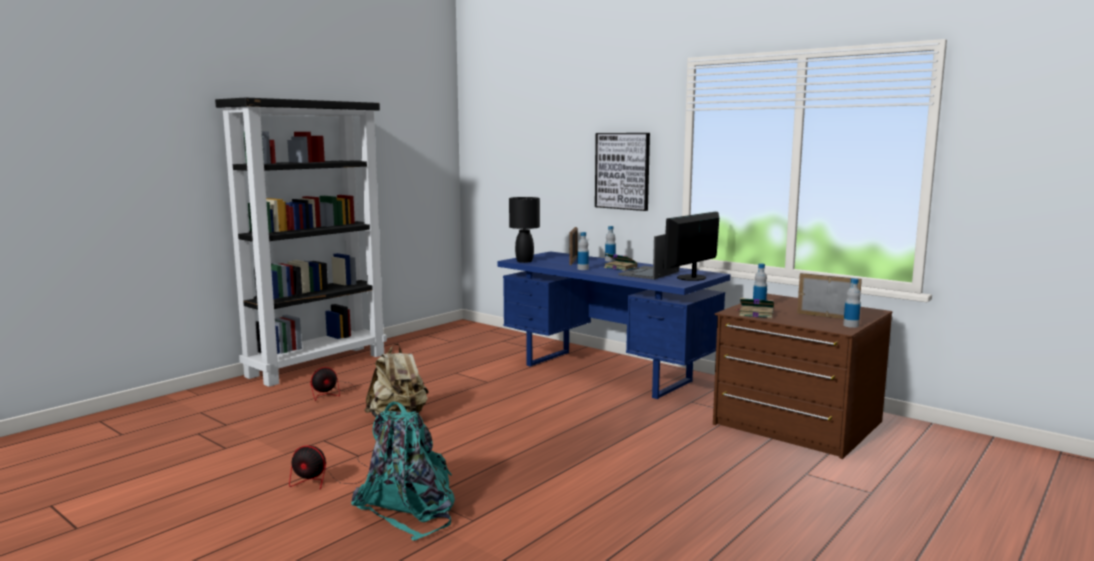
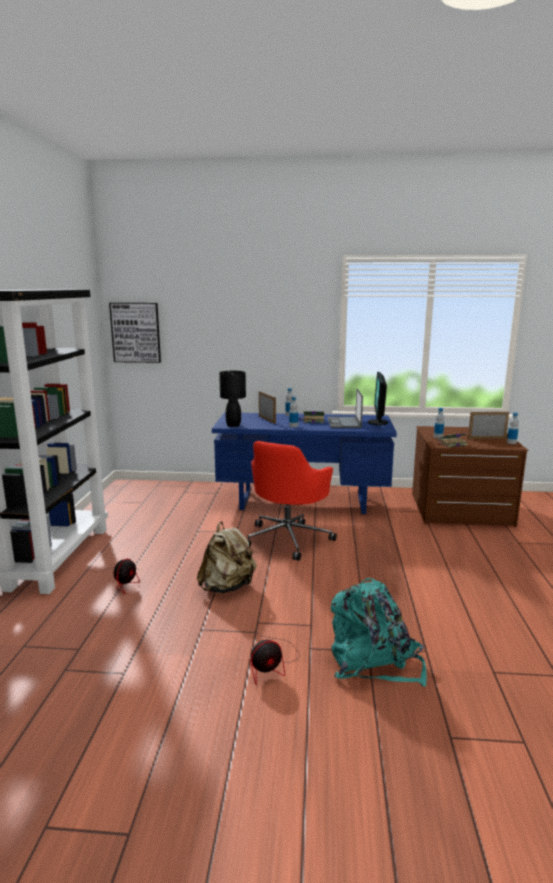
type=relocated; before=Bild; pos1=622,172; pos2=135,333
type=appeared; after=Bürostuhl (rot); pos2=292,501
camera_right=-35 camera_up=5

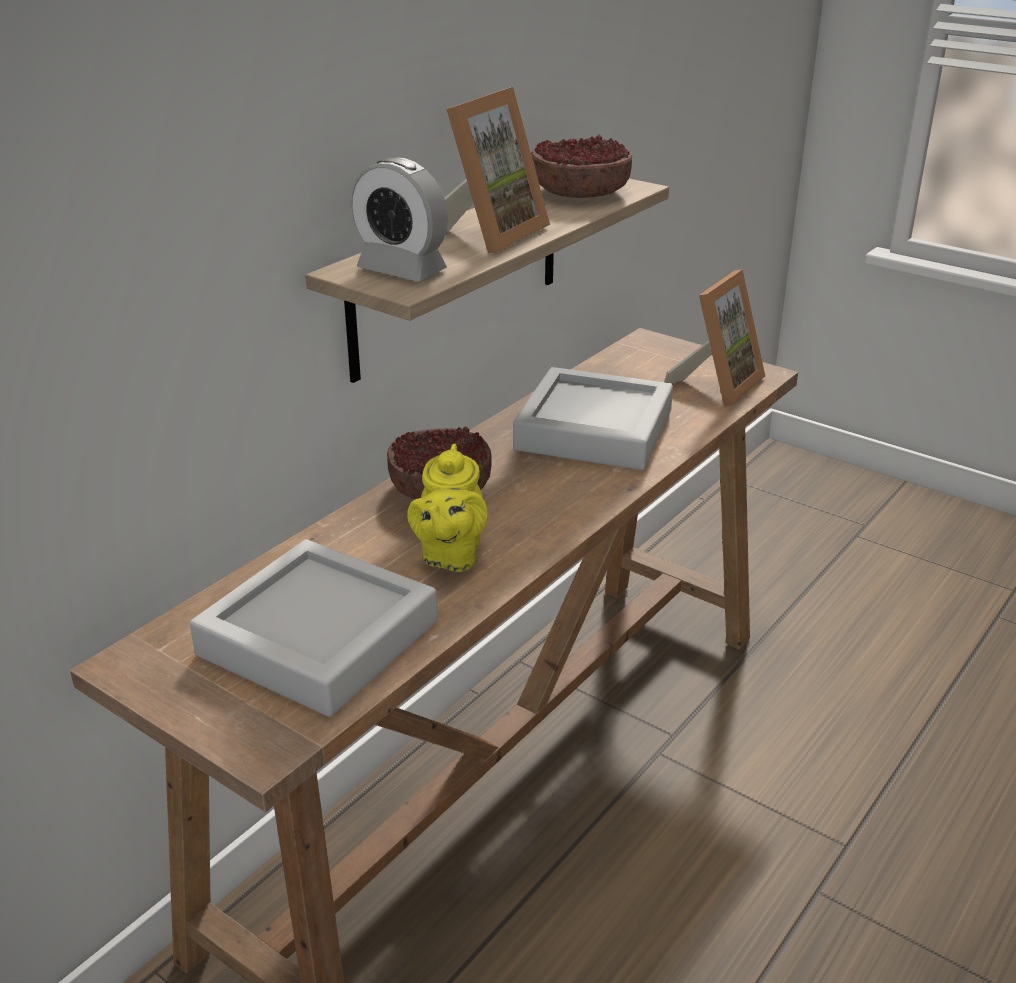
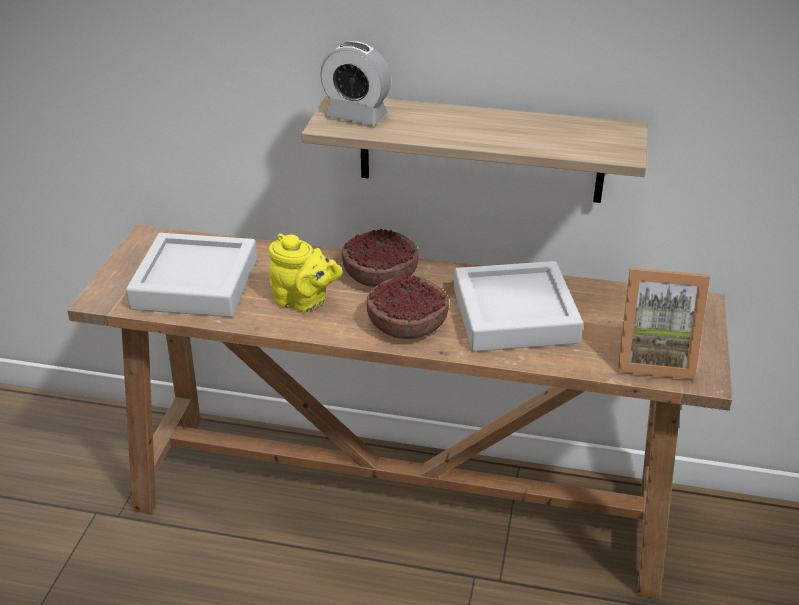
type=spun; before=Teekanne (gelb); pos1=448,508; pos2=306,272; turn=-135
type=spun; before=Wecker; pos1=400,219; pos2=355,83; turn=-75
type=relocated; before=Schüssel; pos1=581,166; pos2=408,307
type=missing; before=Bilderrahmen; pos1=497,170
camera_right=65 camera_up=5

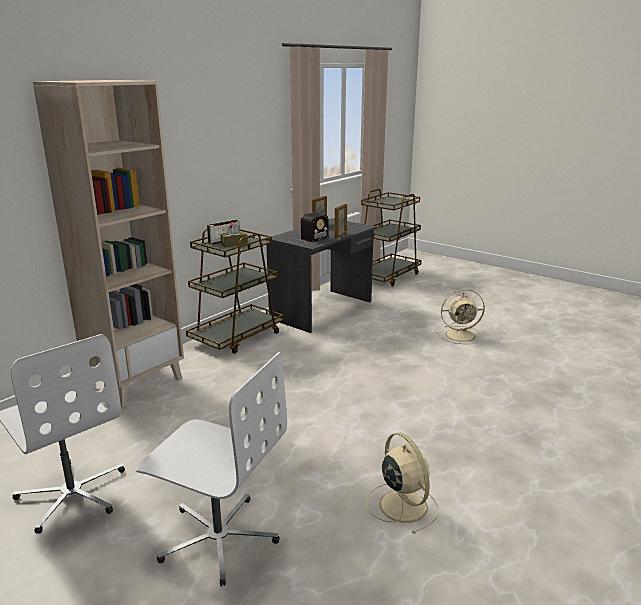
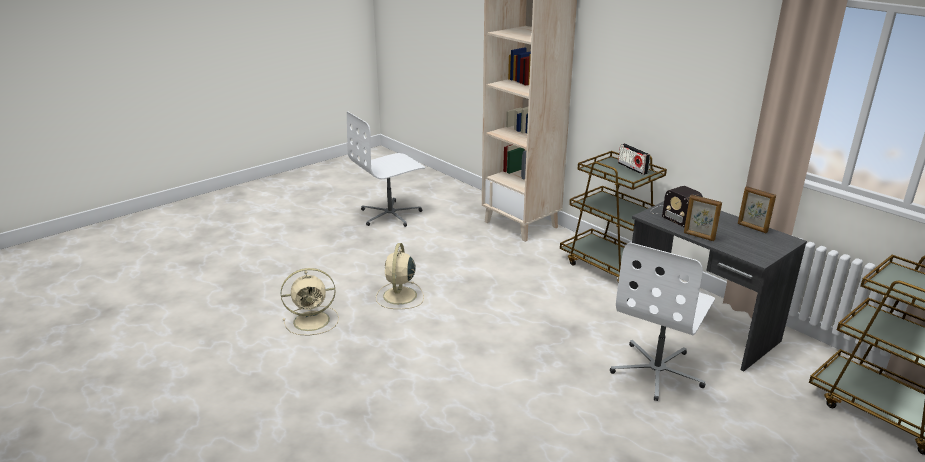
type=relocated; before=Ventilator (beige); pos1=460,316; pos2=400,276
type=relocated; before=Bürostuhl (weiß); pos1=211,469; pos2=662,322
type=missing; before=Taschentuchbox (braun); pos1=234,235
camera_right=100 camera_up=5

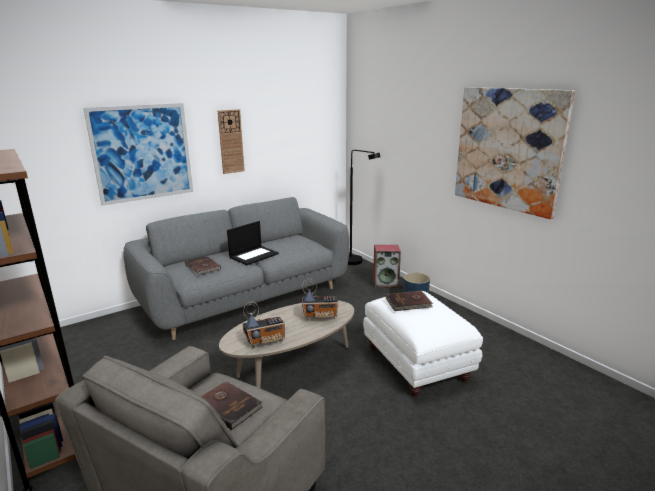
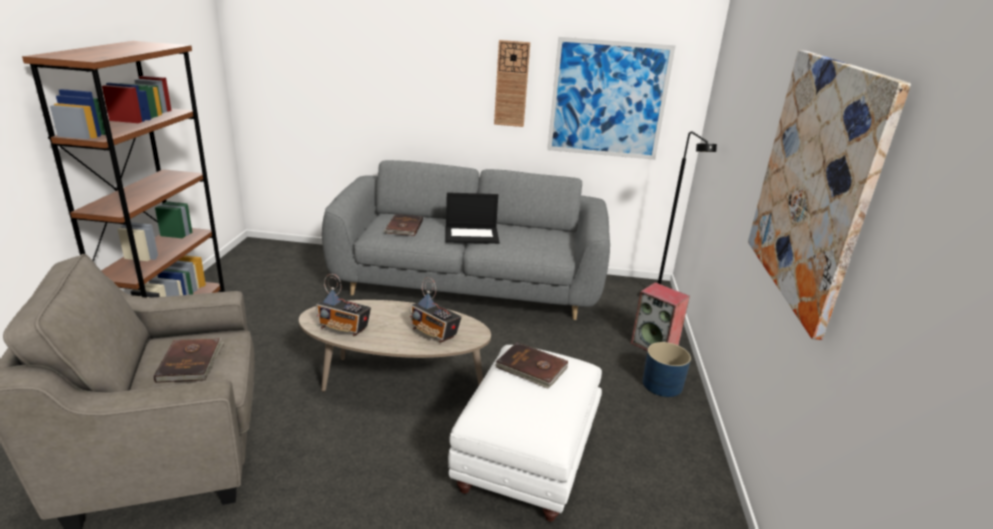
type=relocated; before=Bild; pos1=138,154; pos2=611,98
camera_right=40 camera_up=5

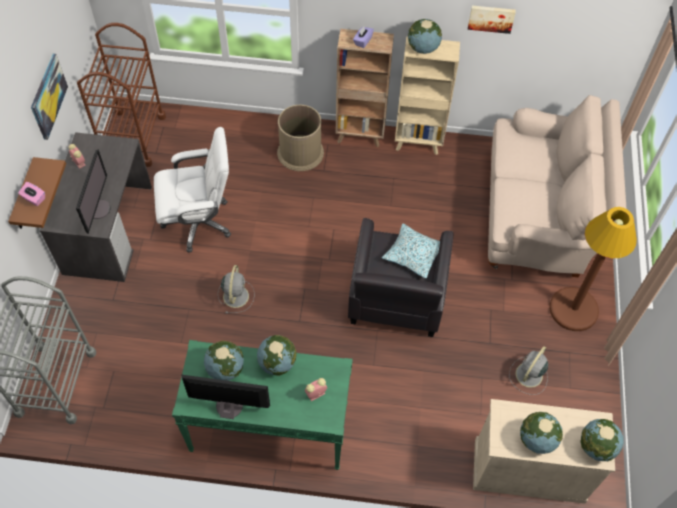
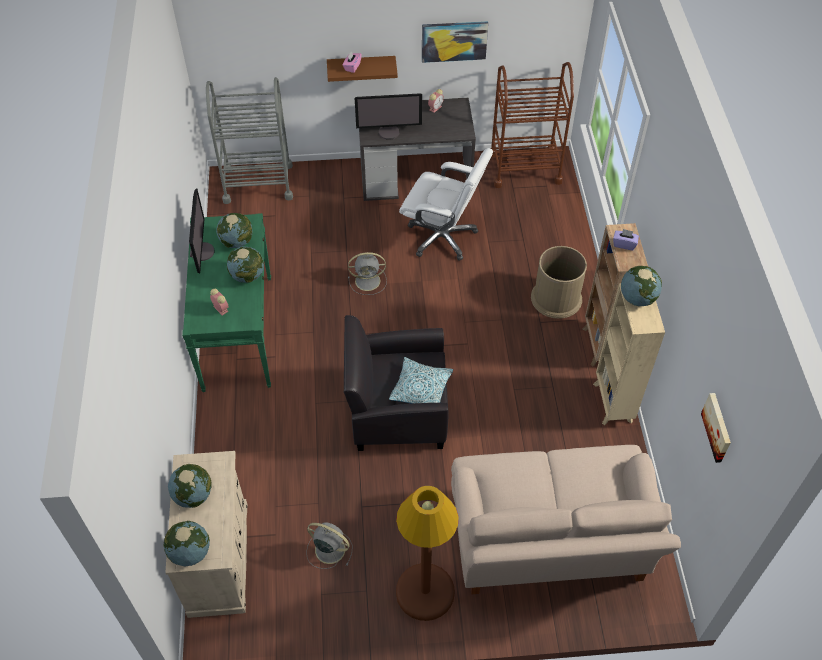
type=spun; before=Bürostuhl (weiß); pos1=192,190; pos2=446,204; turn=-45
type=relocated; before=Bild; pos1=492,20; pos2=716,428
camera_right=80 camera_up=-5

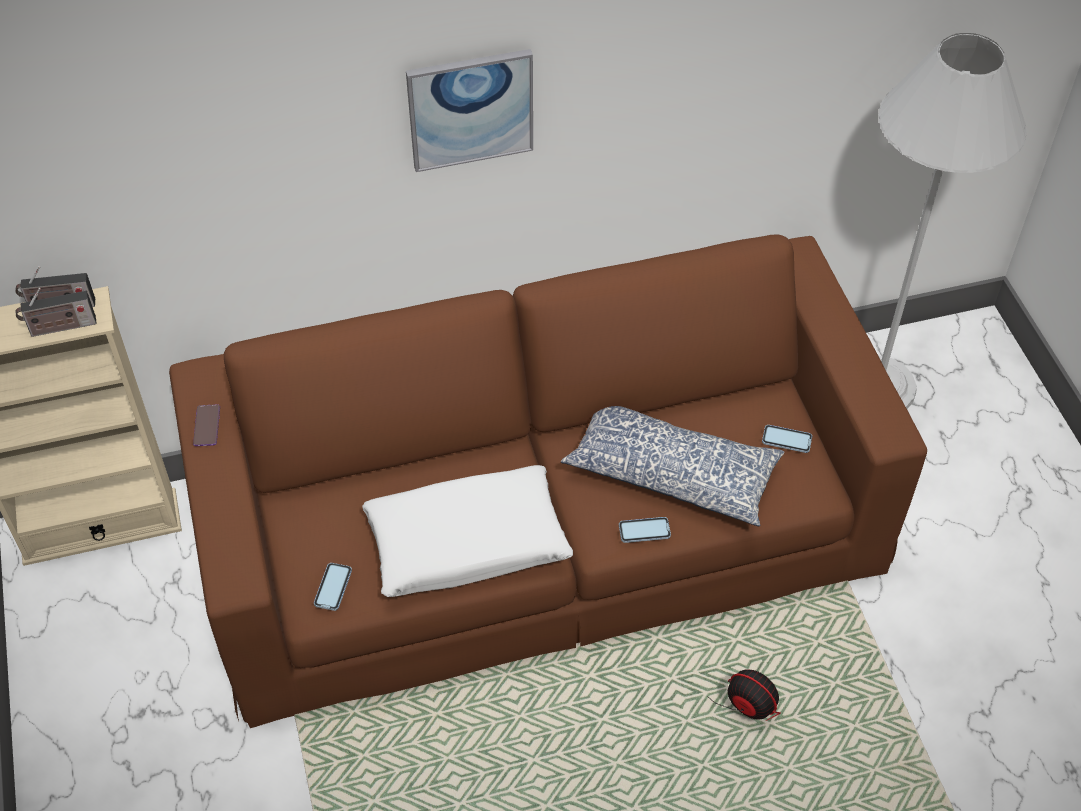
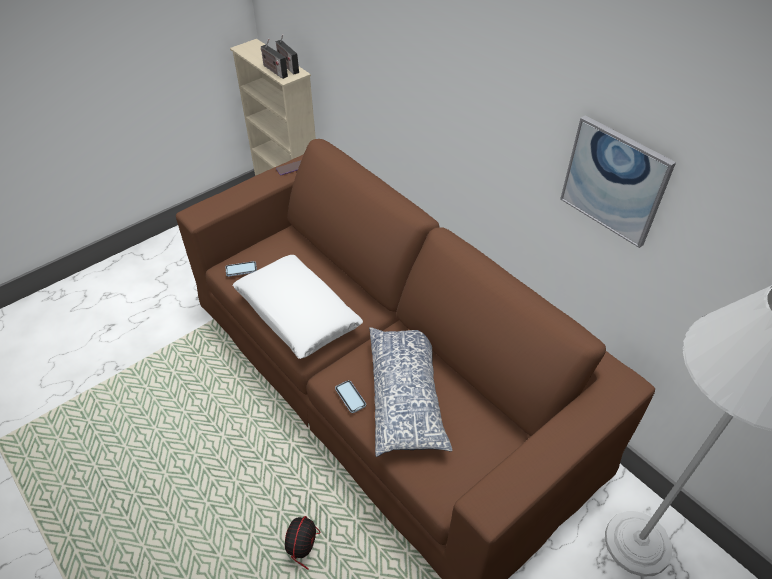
type=relocated; before=Bild; pos1=469,110; pos2=618,181
type=missing; before=Handy; pos1=787,439
camera_right=65 camera_up=-5

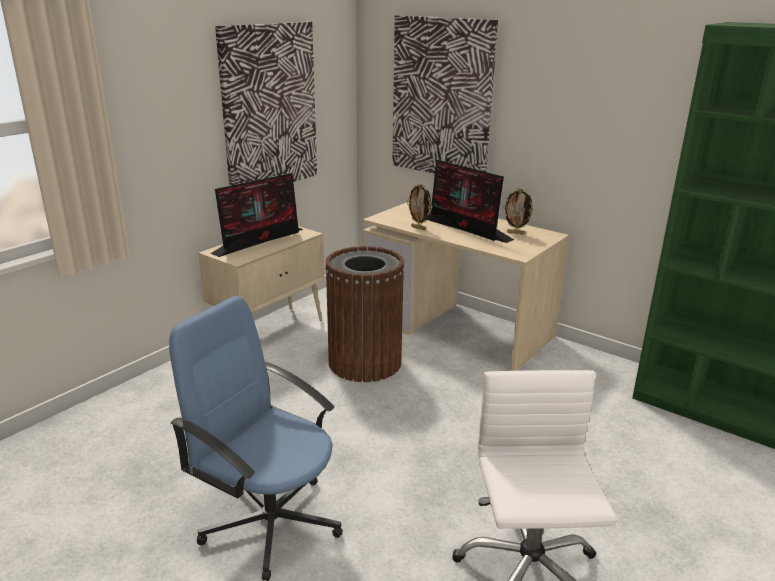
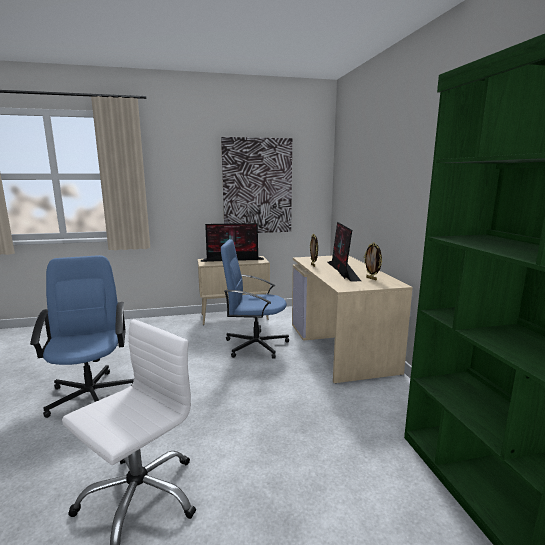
type=exchanged; before=Mülleimer (braun); after=Bürostuhl (blau); pos1=364,314; pos2=255,299
type=missing; before=Bild; pos1=445,94
camera_right=40 camera_up=-10

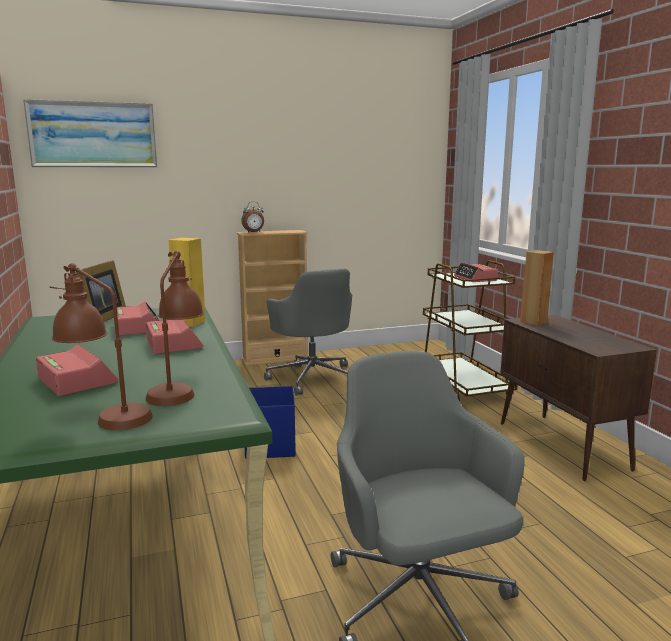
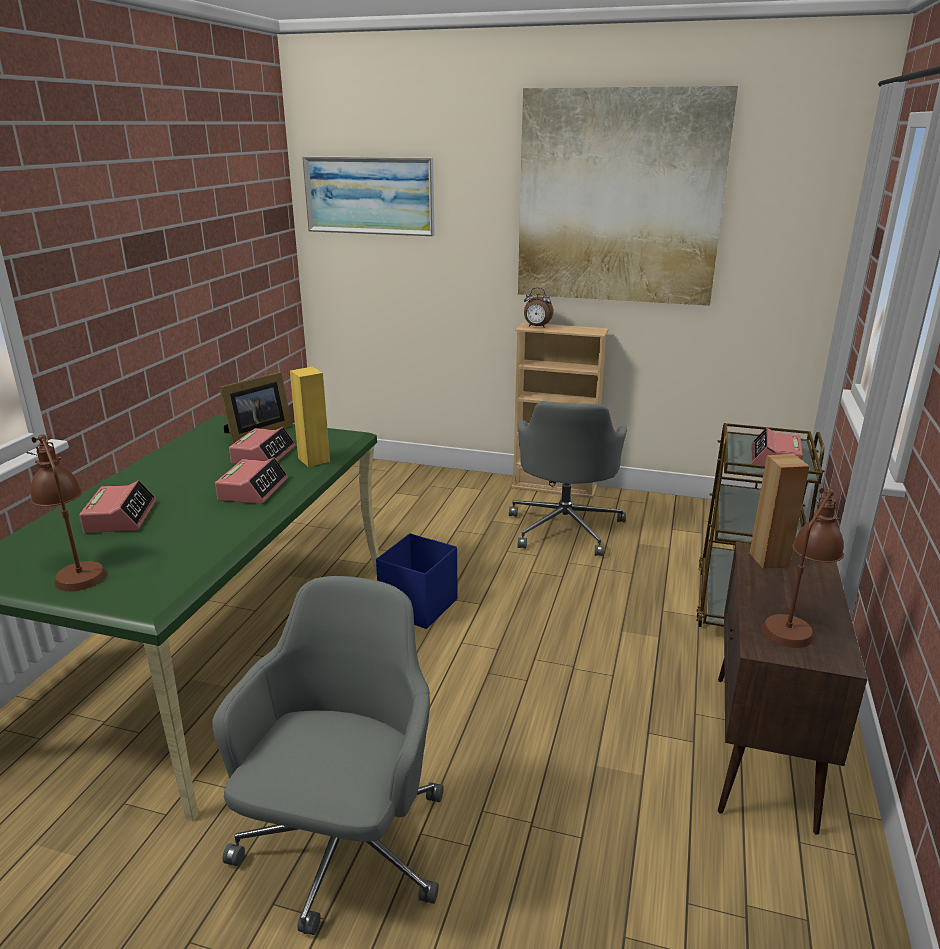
type=appeared; after=Bild; pos2=628,196
type=relocated; before=Tischlampe (braun); pos1=174,328; pos2=803,568
camera_right=35 camera_up=10

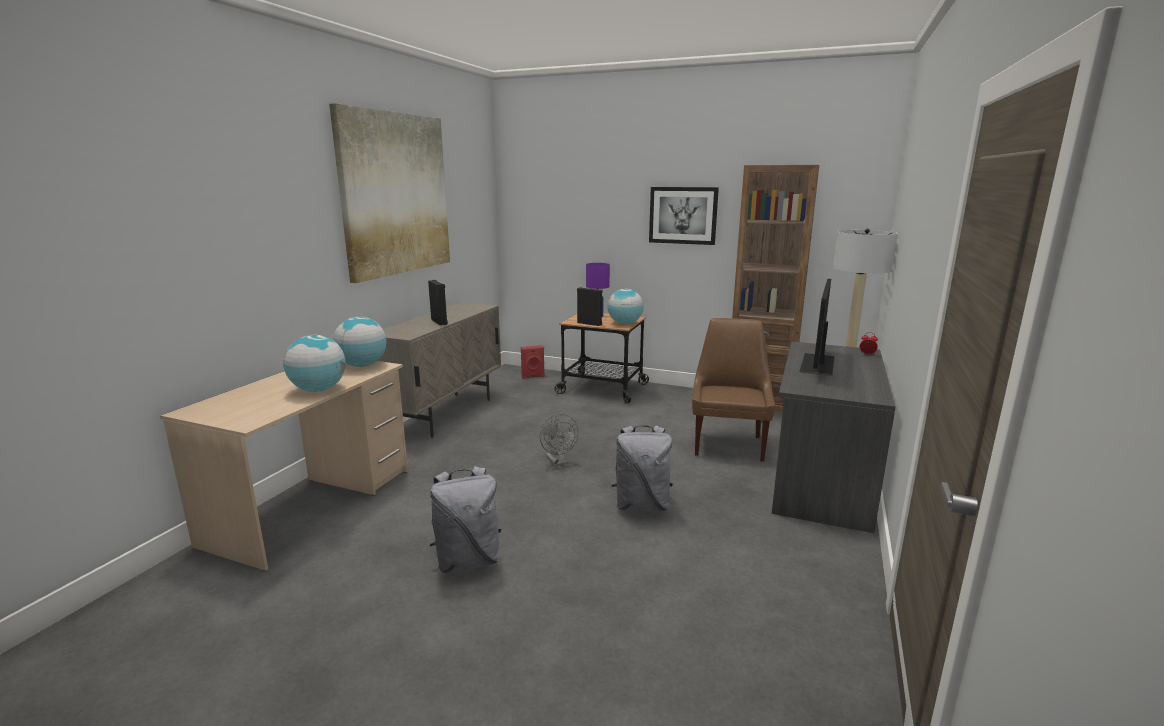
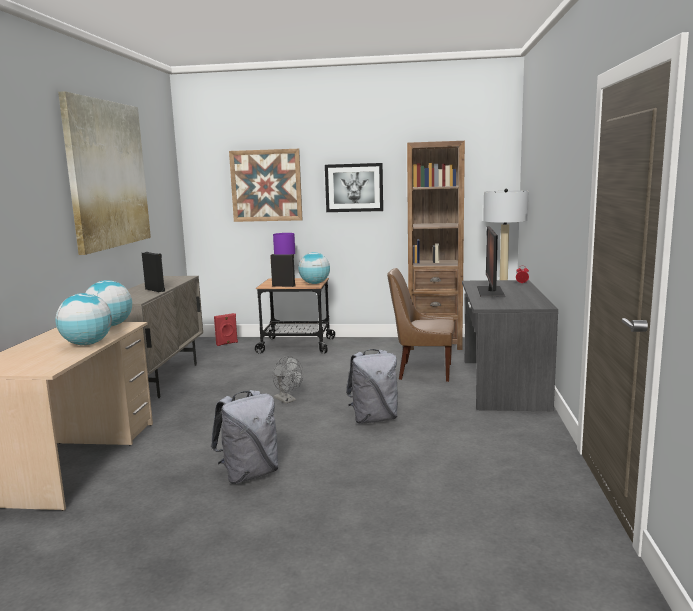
type=appeared; after=Bild; pos2=266,185
type=spun; before=Stuhl (braun); pos1=733,390; pos2=420,325; turn=-75
camera_right=-15 camera_up=-5

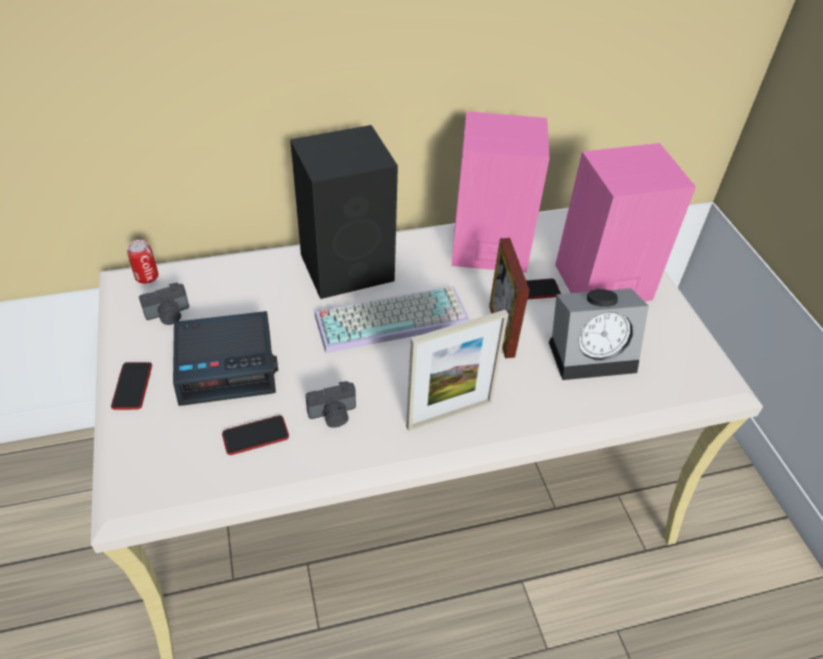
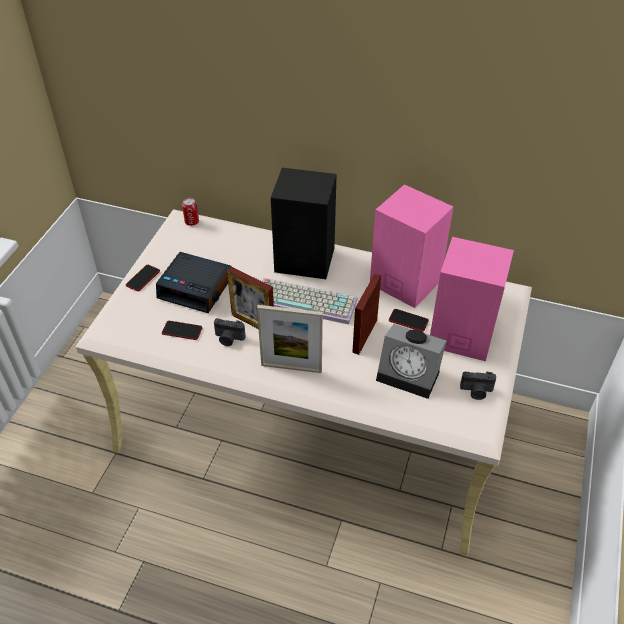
type=appeared; after=Bilderrahmen; pos2=250,298
type=relocated; before=Kamera; pos1=164,304; pos2=478,385
camera_right=35 camera_up=0

